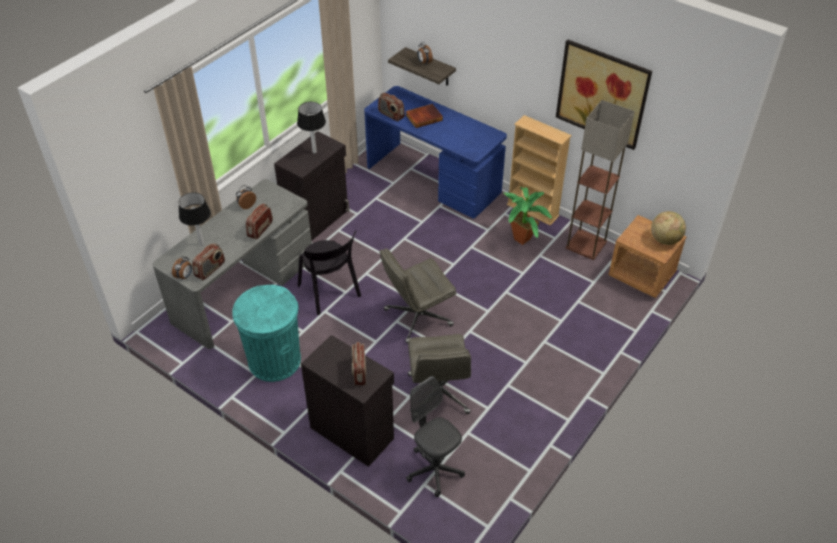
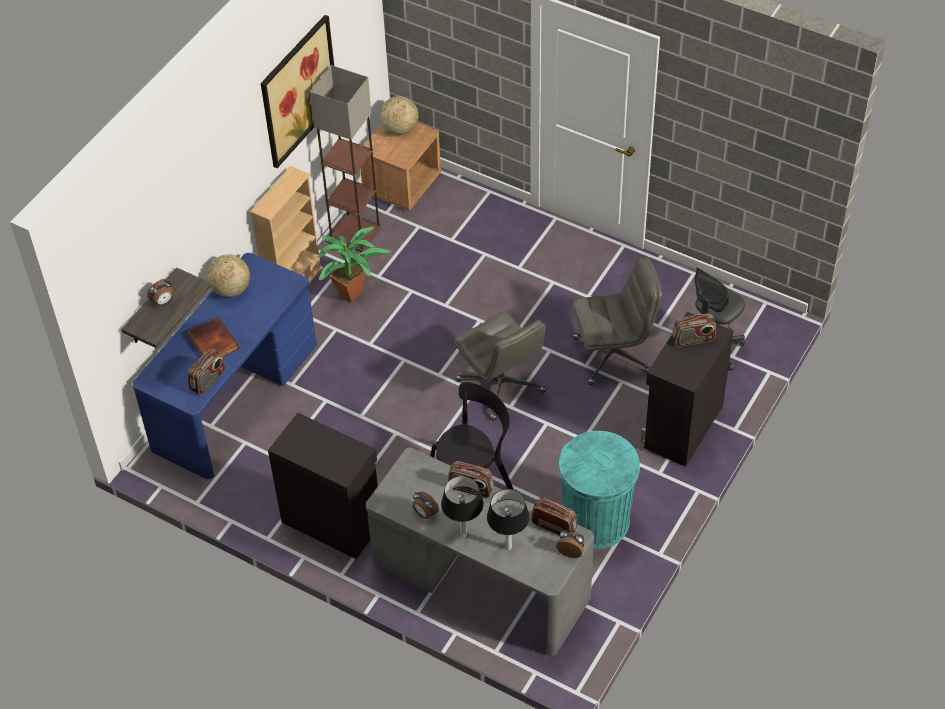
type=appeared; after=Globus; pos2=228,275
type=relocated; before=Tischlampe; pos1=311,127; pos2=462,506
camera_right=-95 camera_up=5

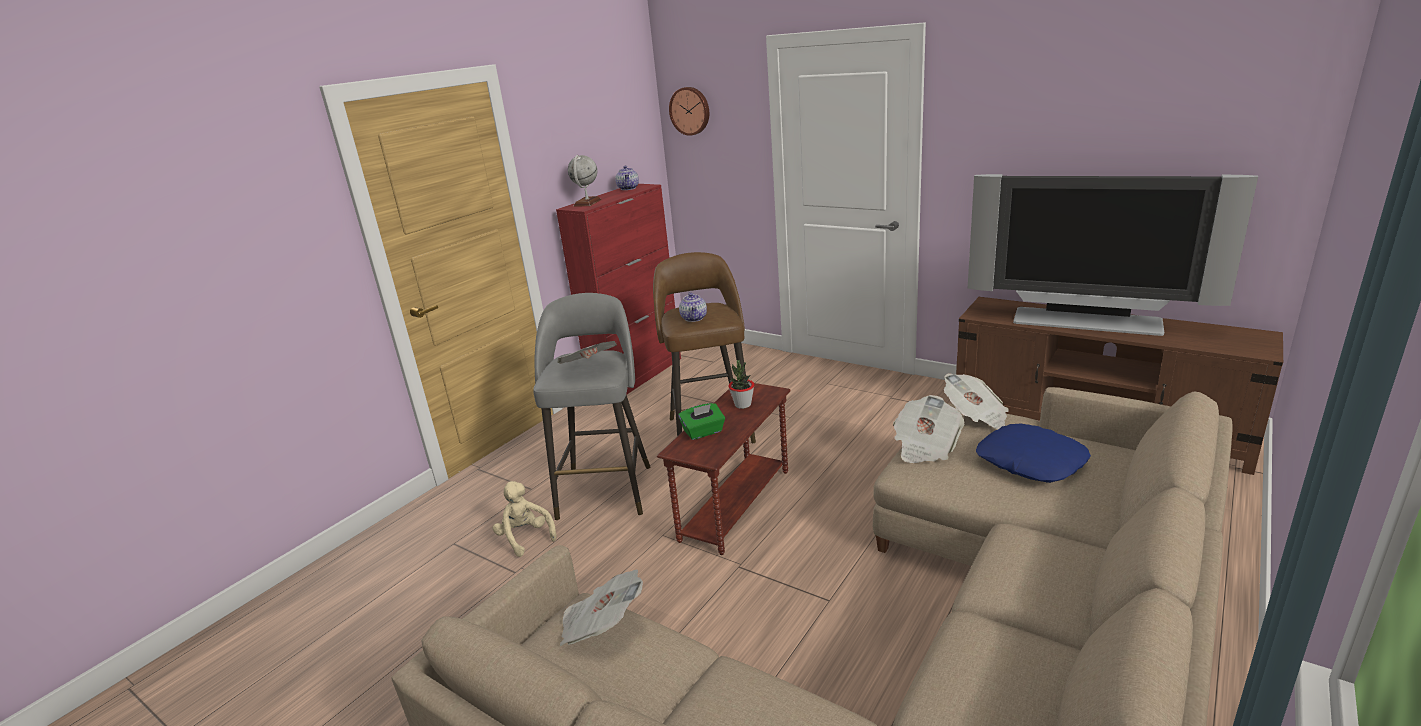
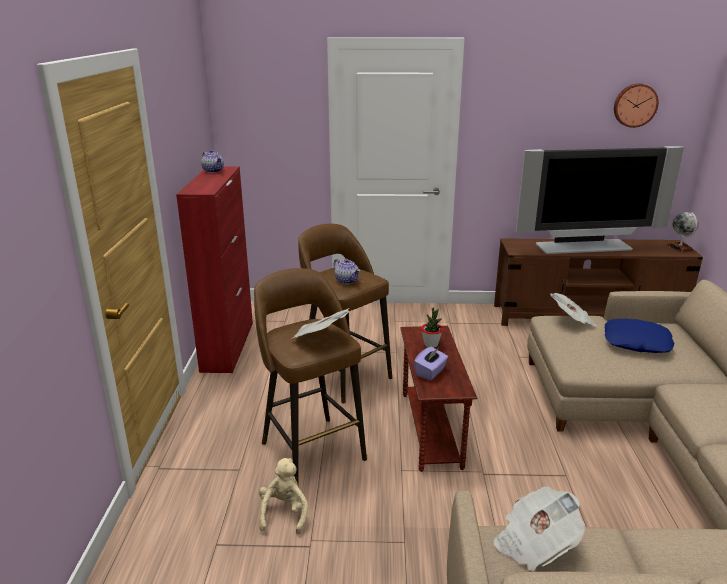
type=colour; before=Hocker (grau); after=Hocker (braun); pos1=591,406; pos2=310,377
type=spun; before=Plüschtier (beige); pos1=525,519; pos2=283,496; turn=75
type=colour; before=Taschentuchbox (grün); after=Taschentuchbox (lila); pos1=701,421; pos2=431,363
type=relocated; before=Wanduhr; pos1=689,111; pos2=636,106
type=relocated; before=Globus; pos1=584,181; pos2=683,232
type=missing; before=Zeitung; pos1=929,429
camera_right=-35 camera_up=0

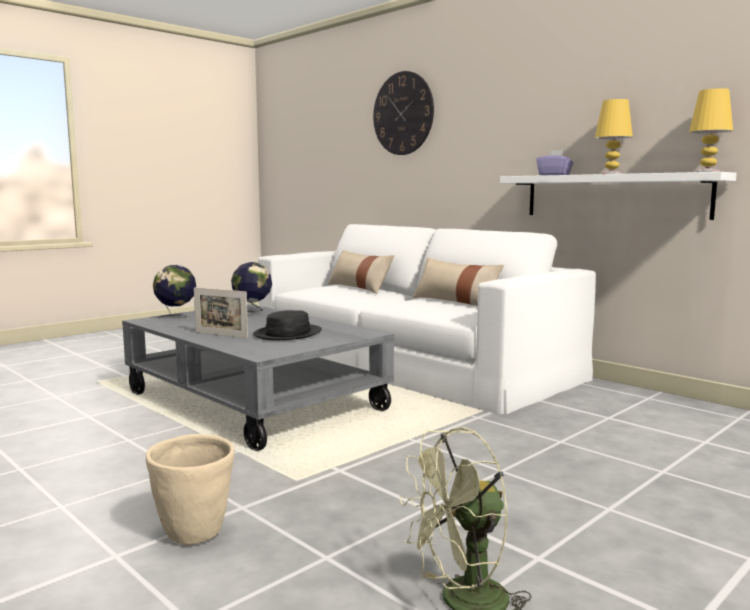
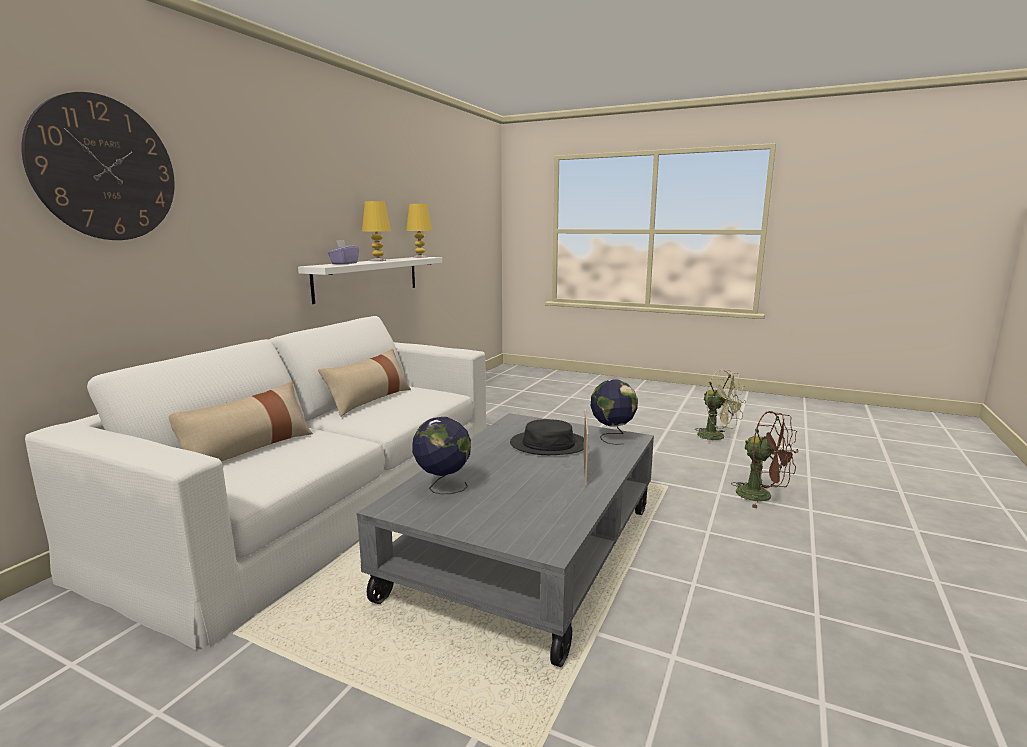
type=relocated; before=Globus; pos1=174,291; pos2=614,412
type=exchanged; before=Pflanzkübel (beige); after=Ventilator (braun); pos1=190,489; pos2=764,459
camera_right=-110 camera_up=5

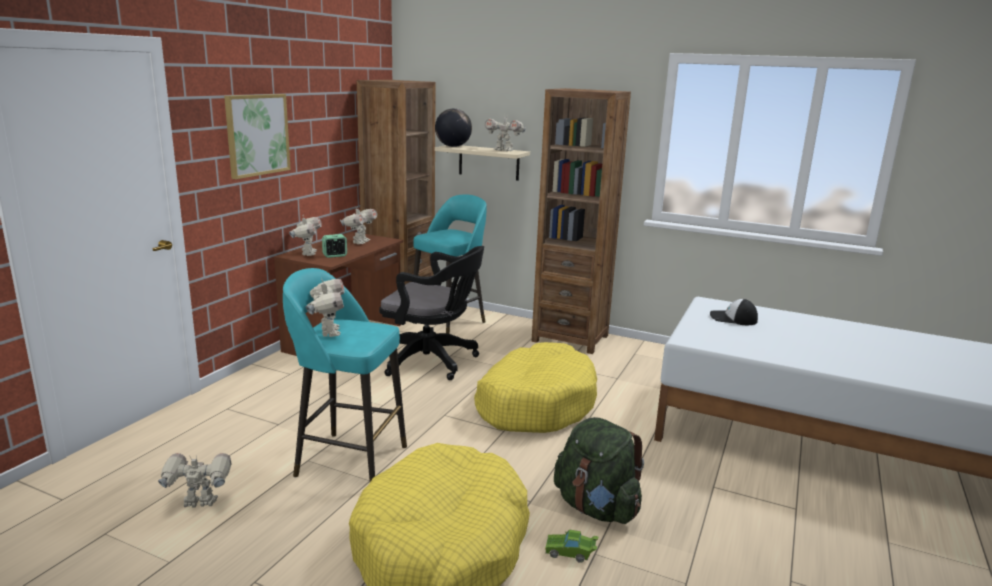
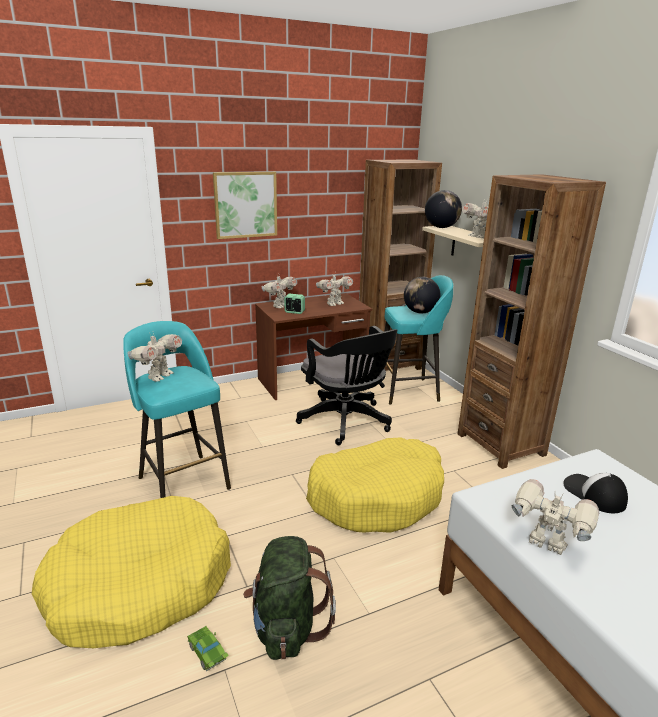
type=appeared; after=Globus; pos2=422,295
type=relocated; before=Spielzeugroboter; pos1=194,480; pos2=555,517
camera_right=40 camera_up=5

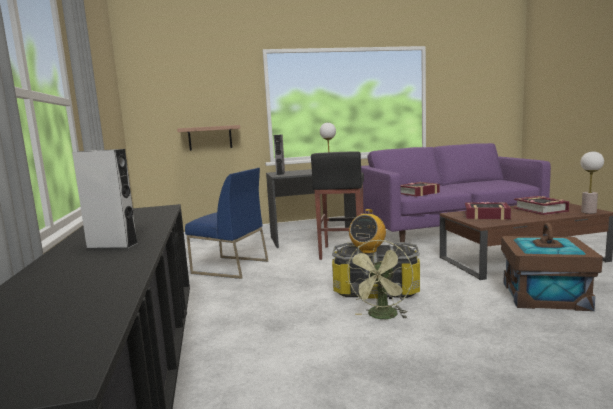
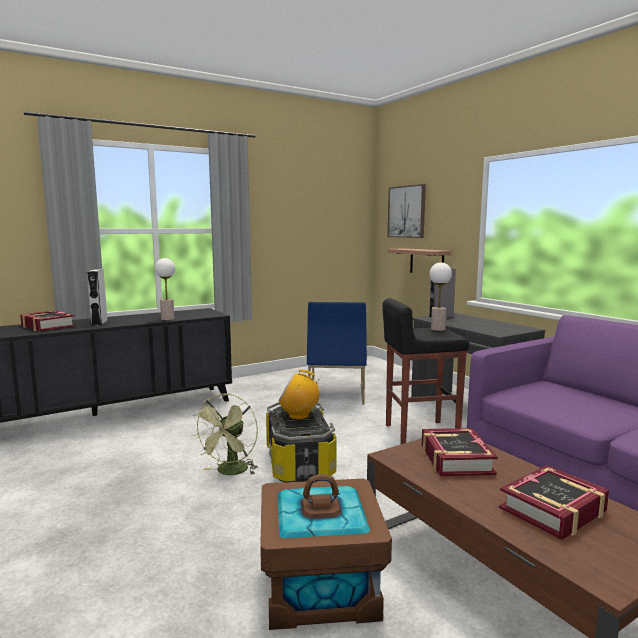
type=relocated; before=Buch; pos1=420,189; pos2=48,321
type=relocated; before=Tischlampe; pos1=592,182; pos2=165,289
type=spun; before=Ventilator (grün); pos1=380,279; pos2=225,434; turn=-75
type=appeared; after=Bild; pos2=407,211
camera_right=70 camera_up=0

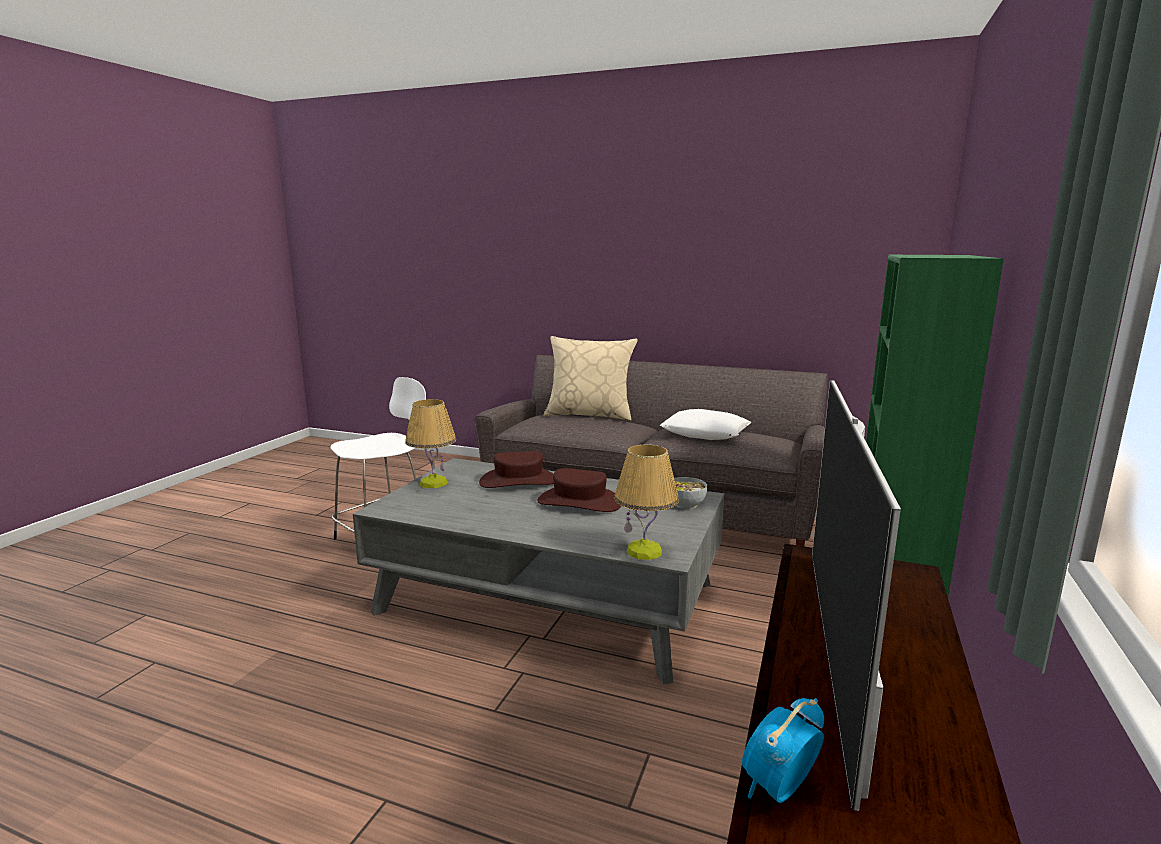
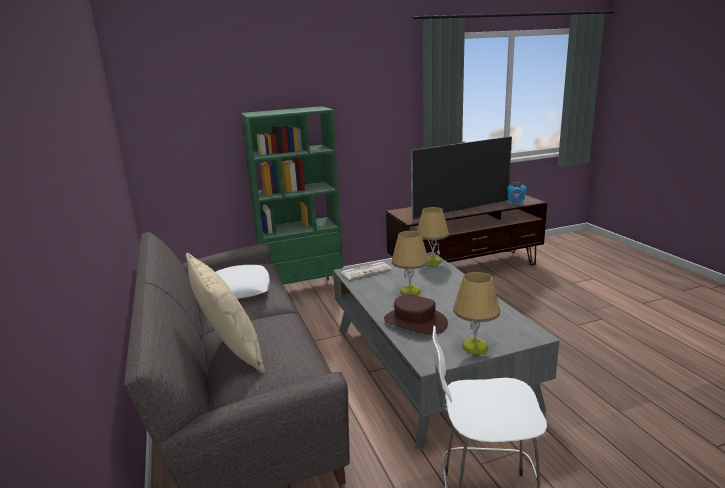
type=exchanged; before=Schüssel; after=Zeitung; pos1=690,493; pos2=366,271
type=exchanged; before=Hut (braun); after=Tischlampe; pos1=579,490; pos2=410,263
camera_right=-130 camera_up=5

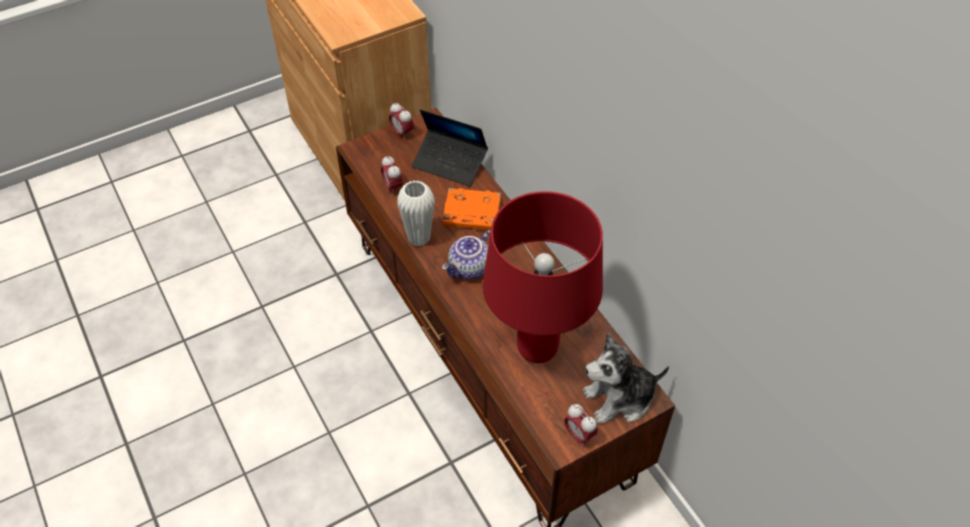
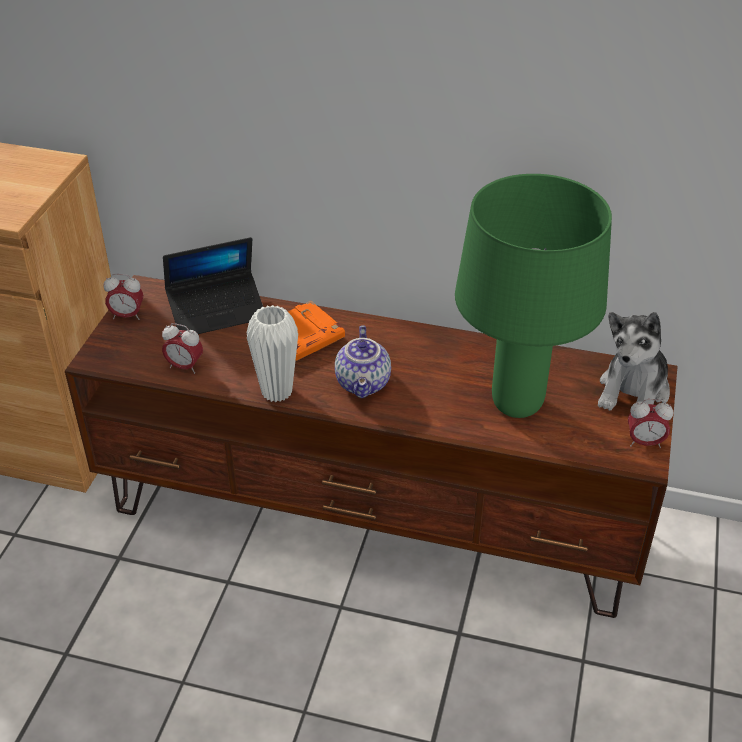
type=colour; before=Tischlampe (rot); after=Tischlampe (grün); pos1=543,277; pos2=533,296
camera_right=-45 camera_up=-10

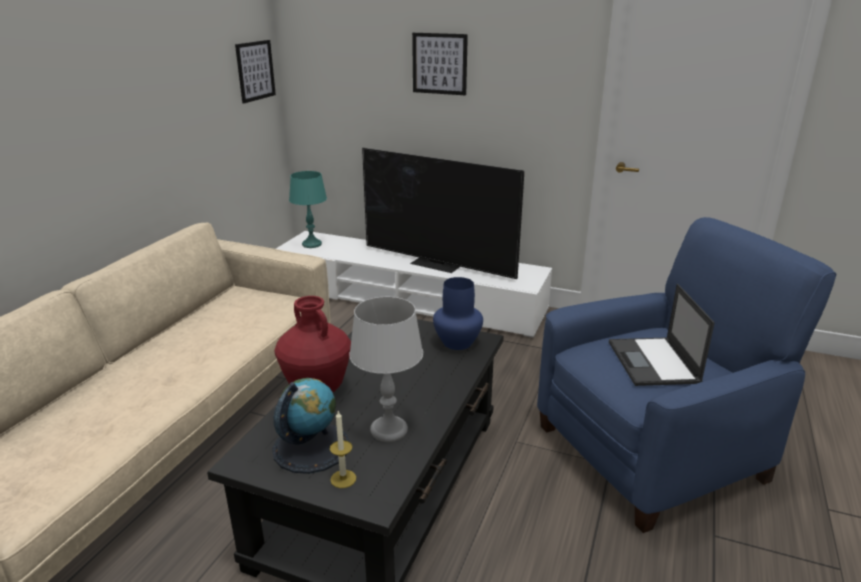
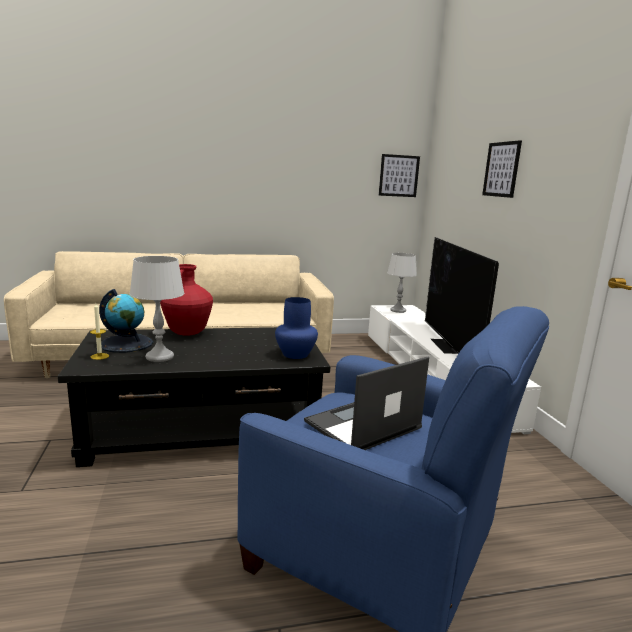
type=colour; before=Tischlampe (türkis); after=Tischlampe (grau); pos1=308,209; pos2=402,283
camera_right=55 camera_up=-10

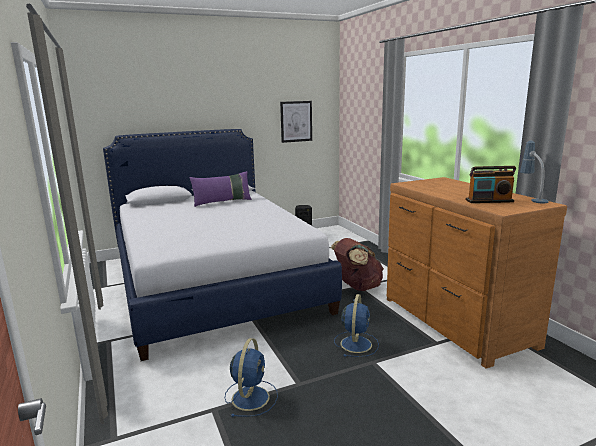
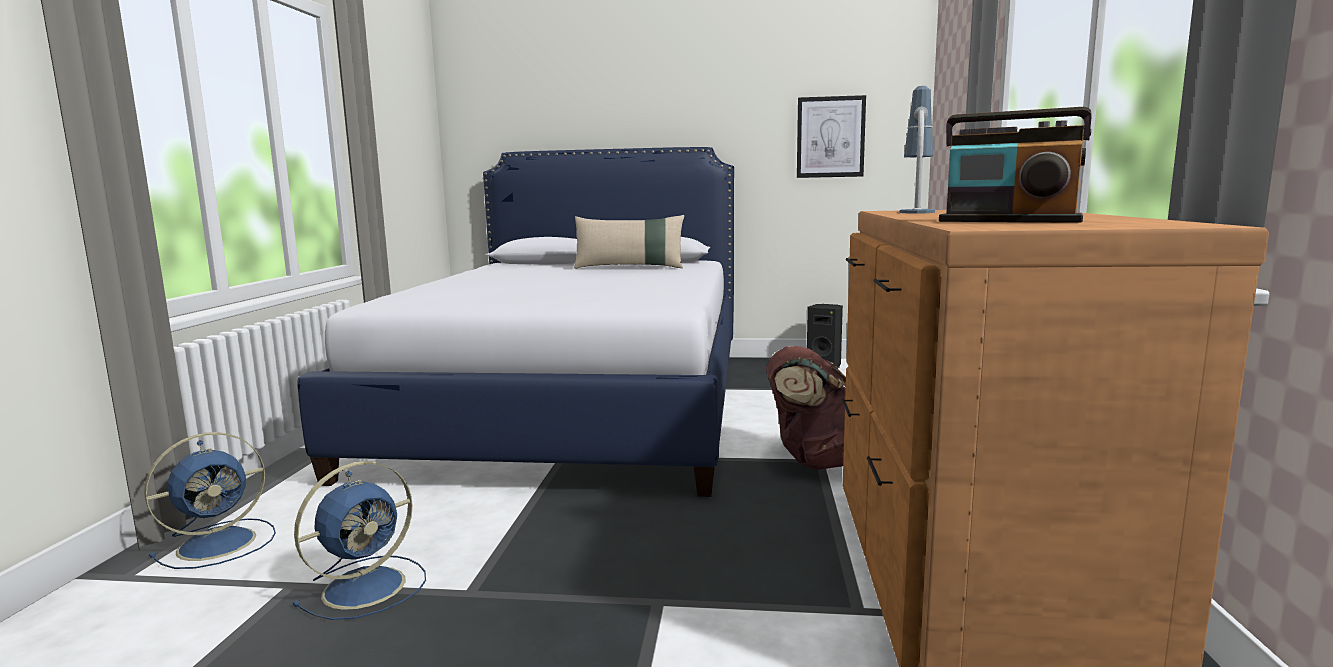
type=relocated; before=Ventilator (blau); pos1=356,325; pos2=210,500
type=colour; before=Kissen (lila); after=Kissen (beige); pos1=220,189; pos2=629,242
type=relocated; before=Tischlampe; pos1=534,172; pos2=917,150
camera_right=30 camera_up=-5

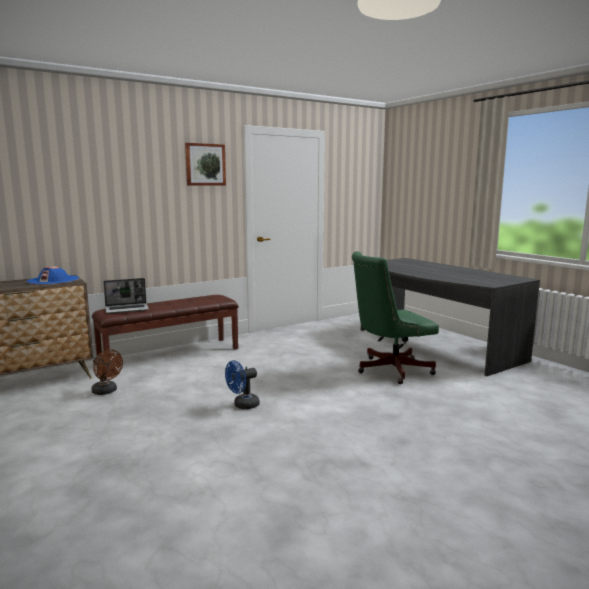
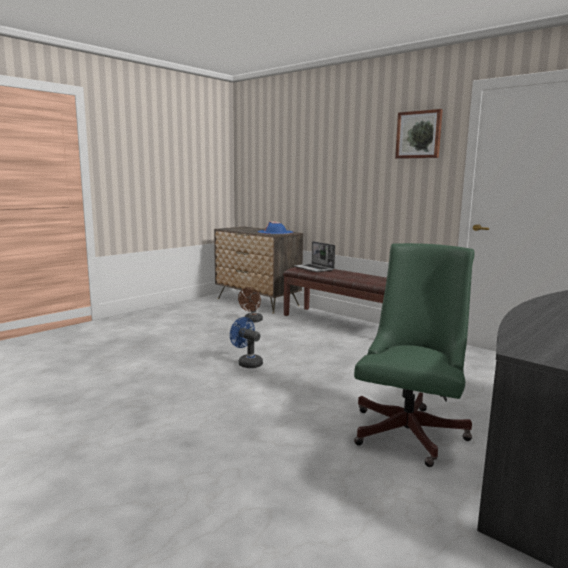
type=spun; before=Bürostuhl (grün); pos1=395,317; pos2=414,355; turn=60
camera_right=75 camera_up=0

